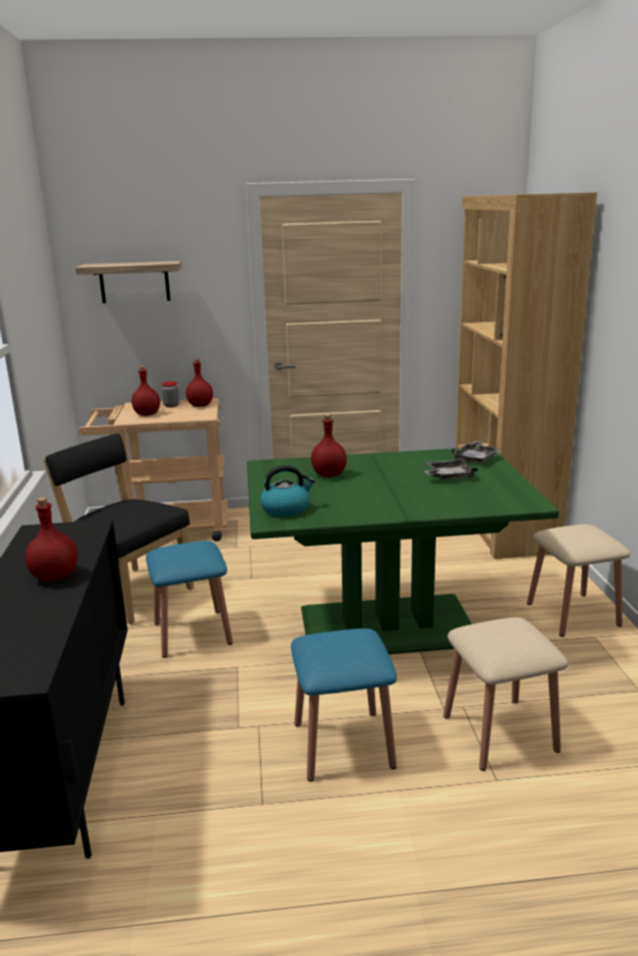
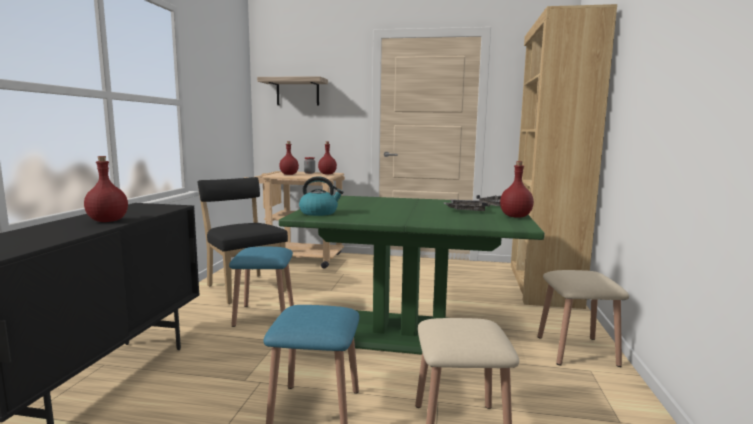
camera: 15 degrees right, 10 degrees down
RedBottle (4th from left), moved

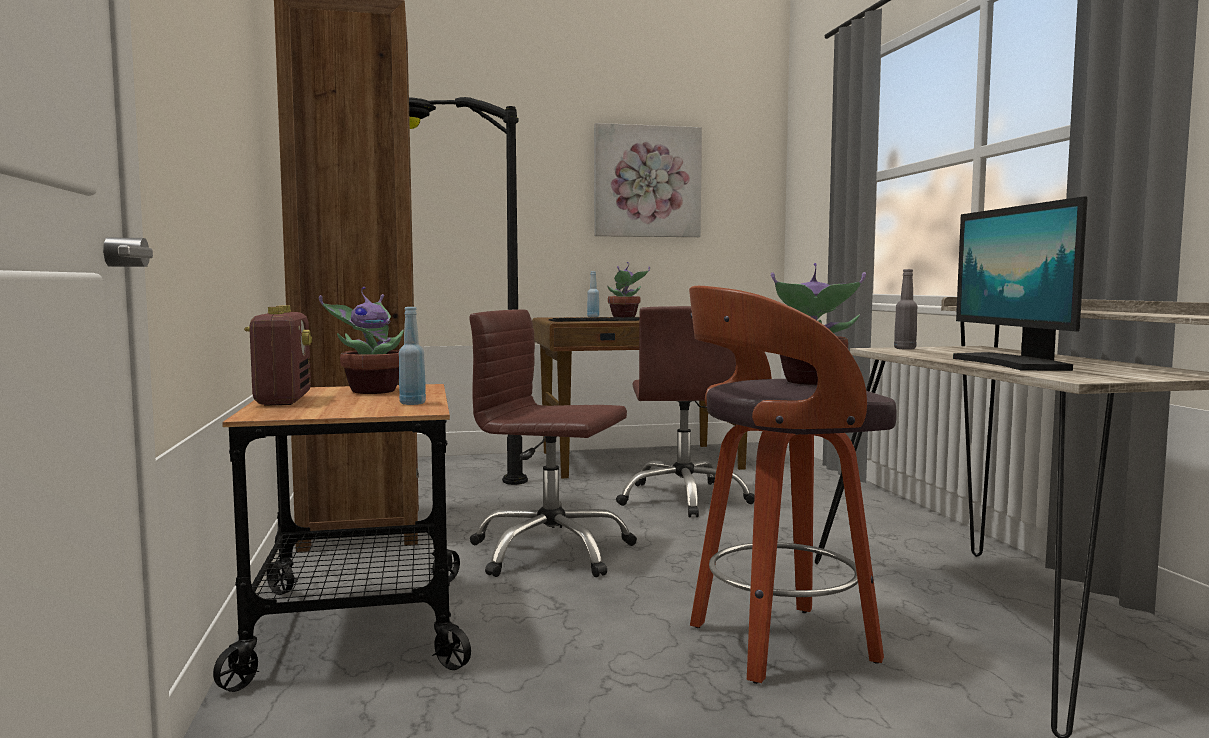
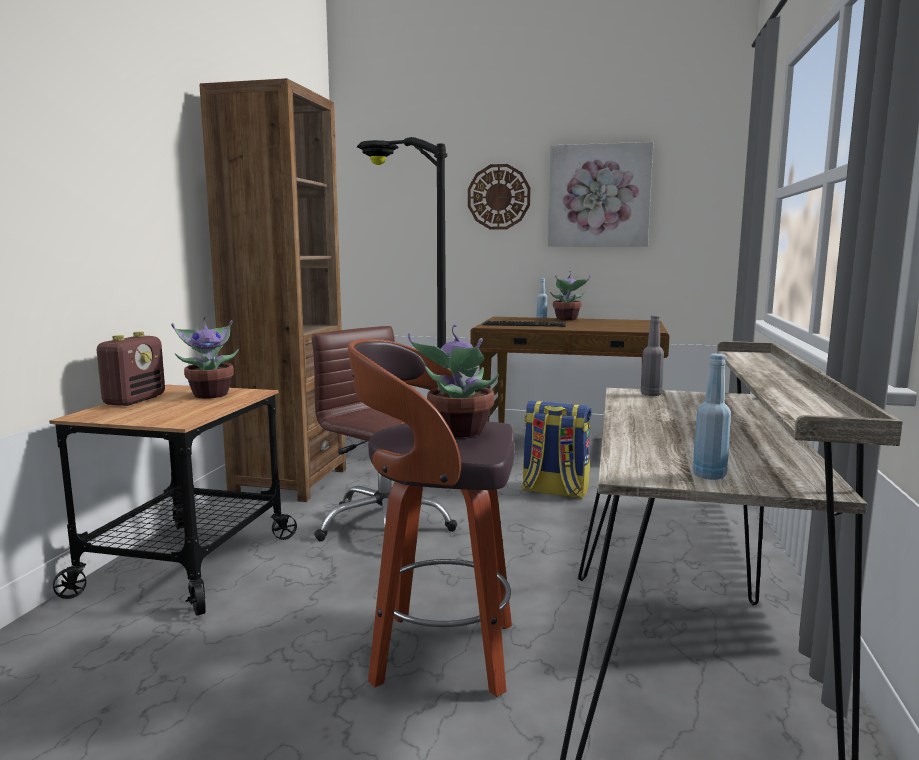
camera: 25 degrees right, 5 degrees up
Monitor => nothing
BrownOfficeChair (2nd from left) => Backpack
BlueBottle (1st from left in the first image) => BlueBottle (2nd from left), moved
nothing => WallClock

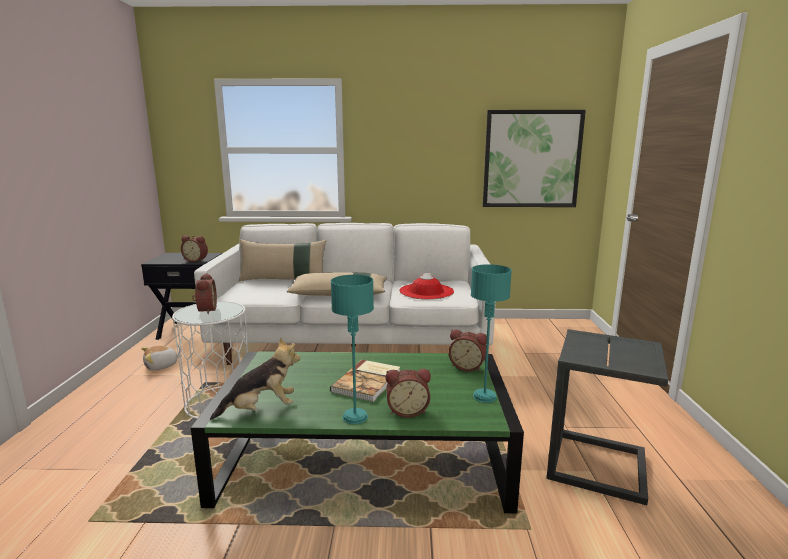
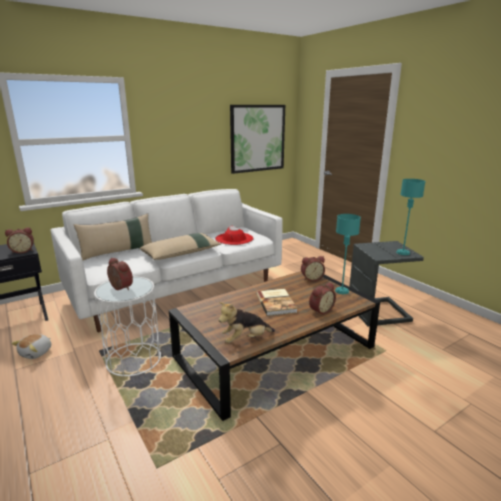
camera: 35 degrees left, 5 degrees up
TurquoiseTableLamp (1st from left in the first image) => TurquoiseTableLamp (2nd from left), moved
PlushToy (2nd from left), 150 degrees counterclockwise
GreenCoffeeTable => BrownCoffeeTable

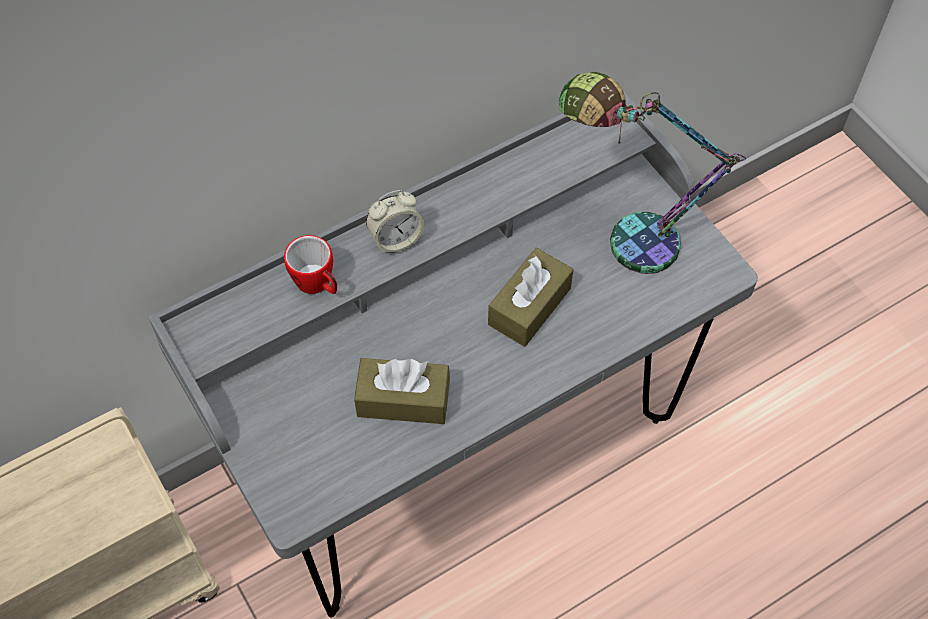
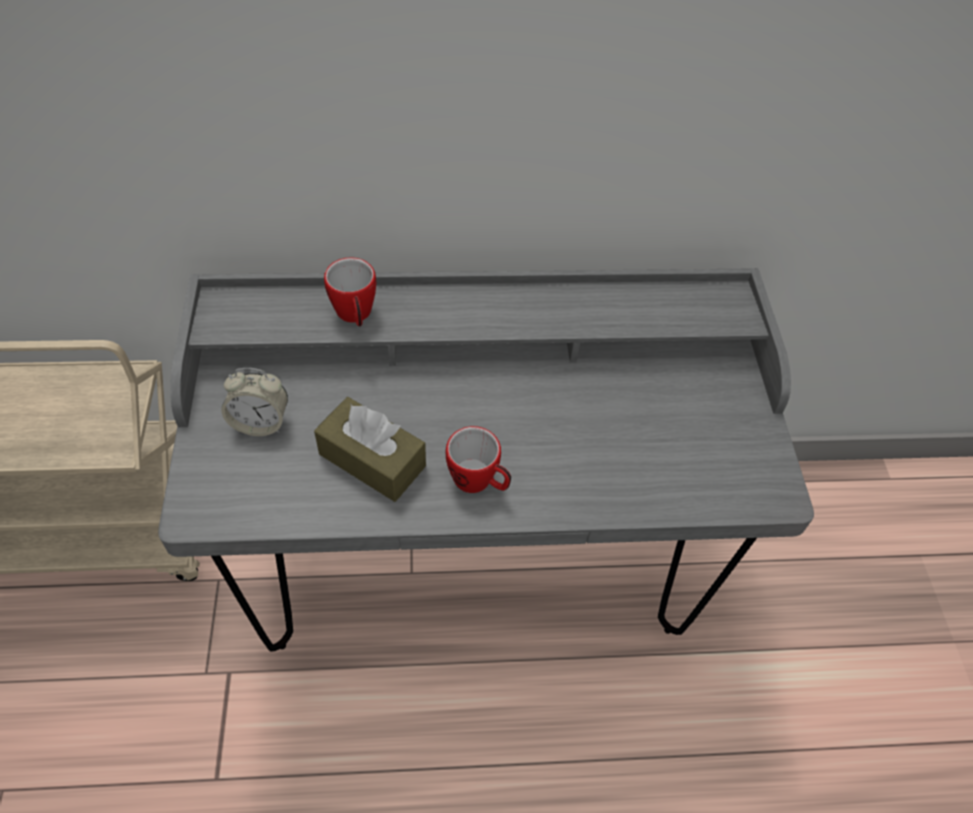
camera: 25 degrees right, 5 degrees down
TableLamp => nothing
AlarmClock, moved
BrownTissueBox (2nd from left) => nothing
nothing => Mug (2nd from left)

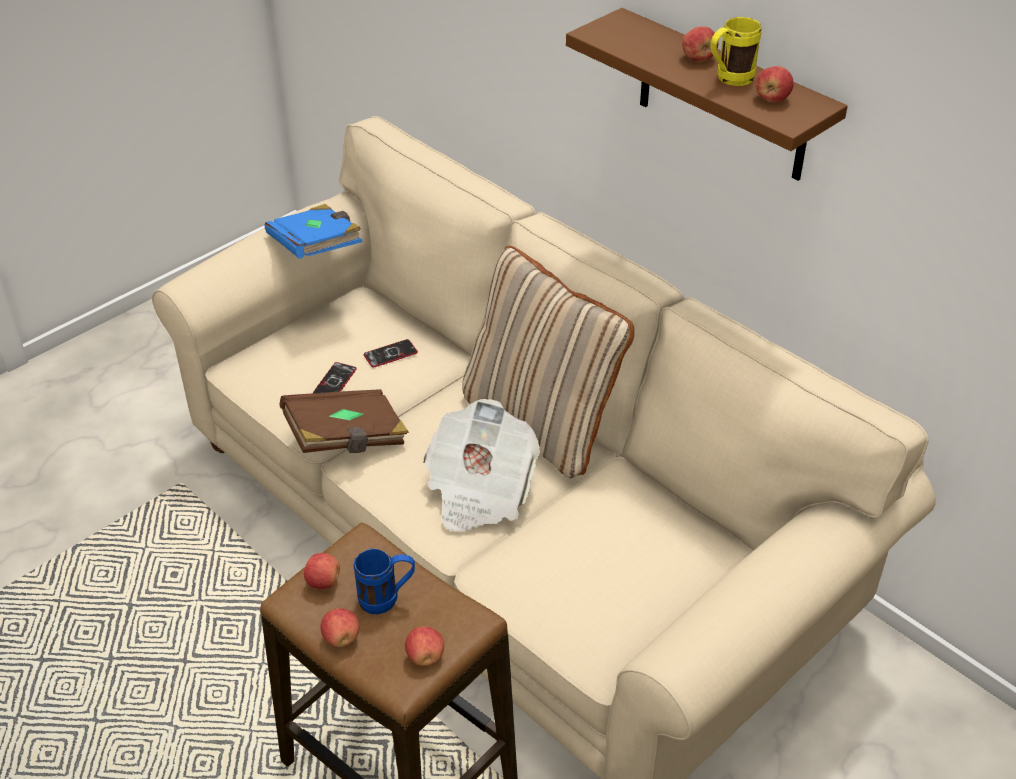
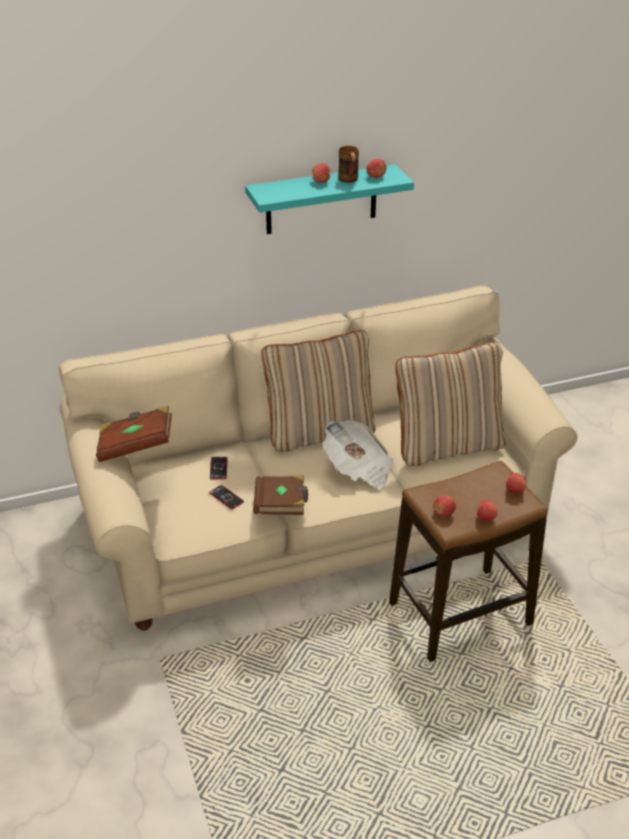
camera: 65 degrees left, 5 degrees down
BrownShelf => TurquoiseShelf
YellowMug => BrownMug
BlueBook => BrownBook (1st from left)
BlueMug => nothing
nothing => BeigePillow (2nd from left)

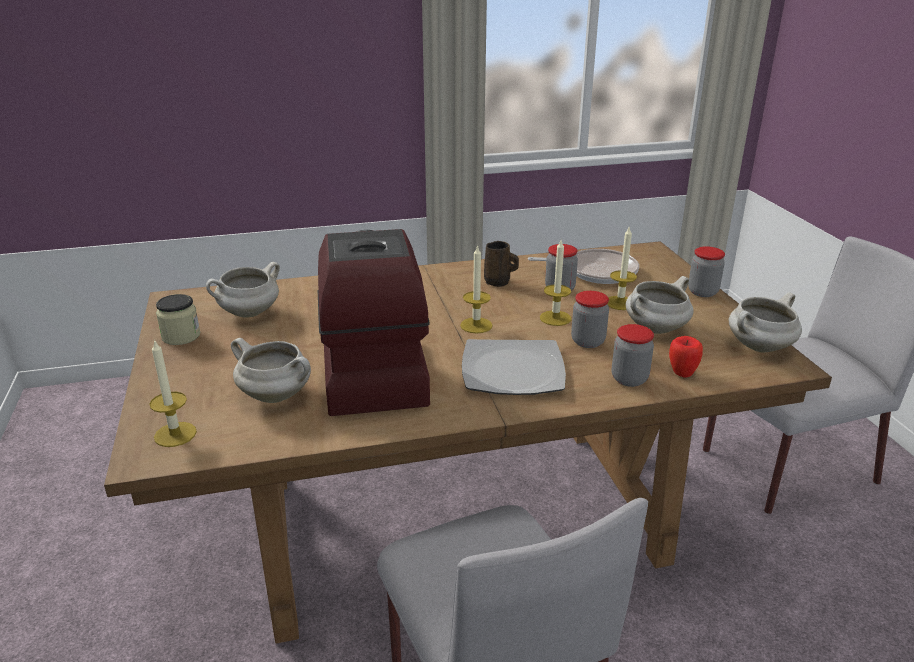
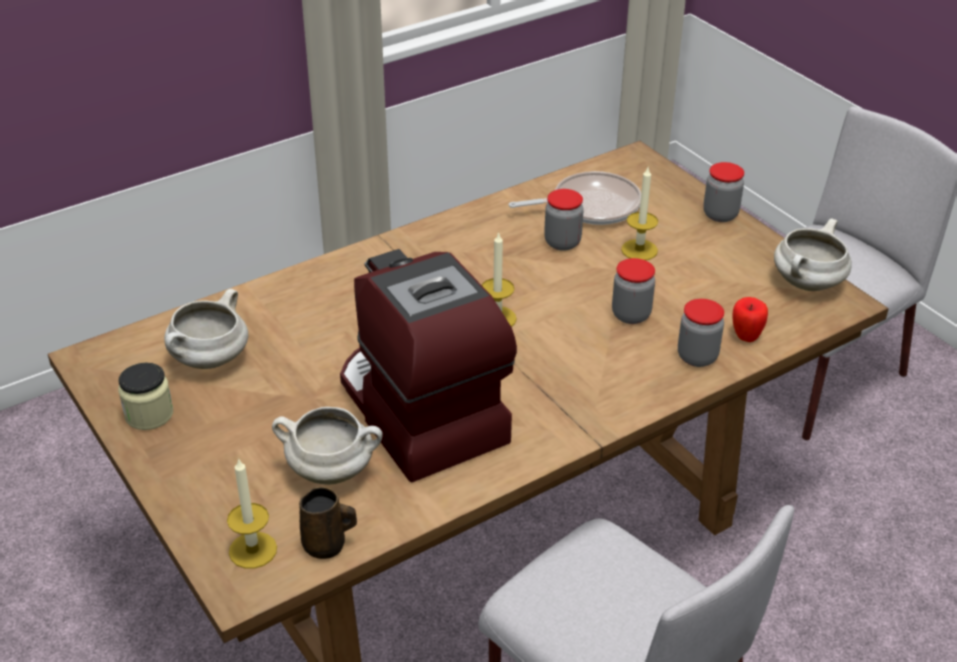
camera: 20 degrees left, 10 degrees up
Candle (3rd from left) => nothing
BrownMug, moved
WhiteCookingPot (3rd from left) => nothing
Plate => nothing

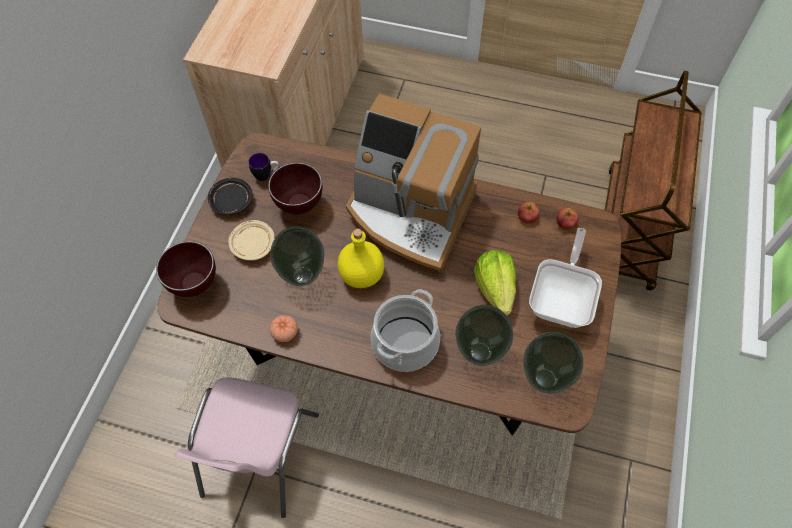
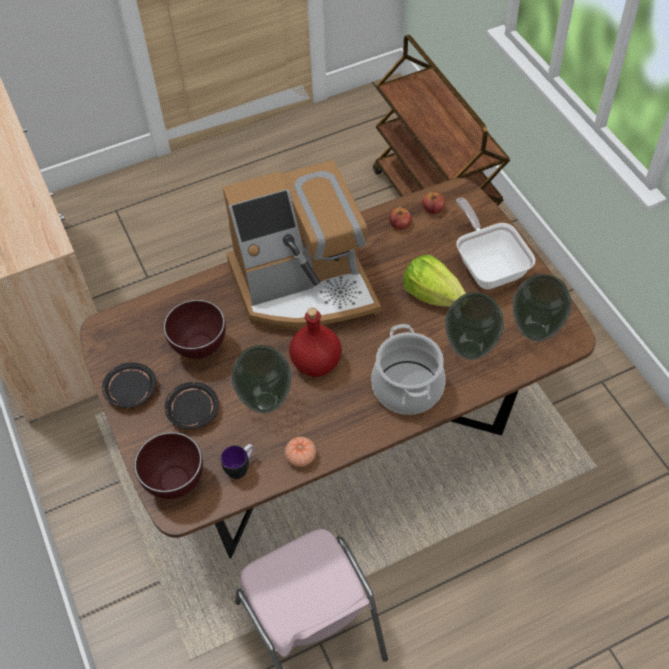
camera: 40 degrees left, 5 degrees down
Mug, moved
BeigePlate => BlackPlate (2nd from left)
YellowBottle => RedBottle

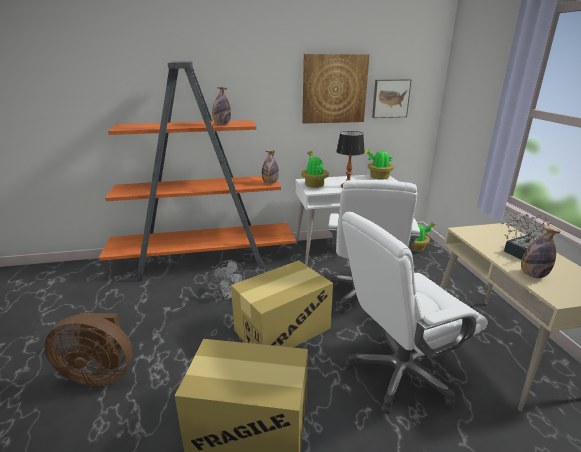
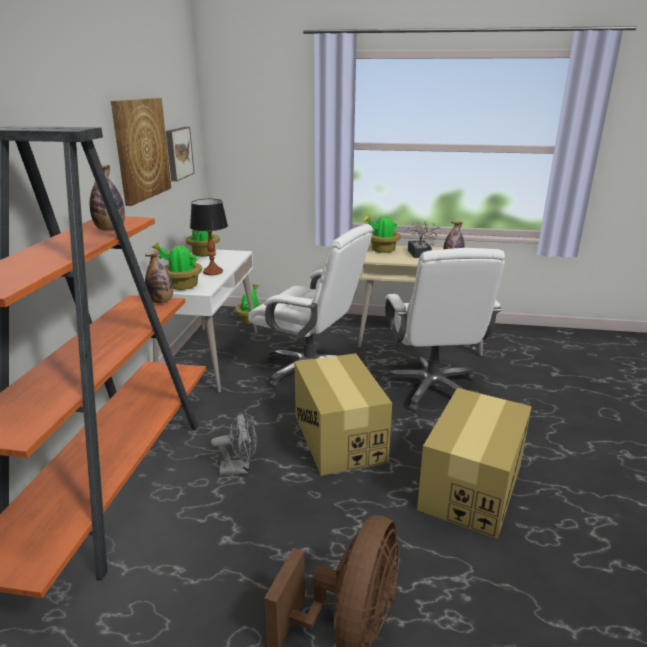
camera: 70 degrees left, 0 degrees up
nothing => PottedPlant (4th from left)

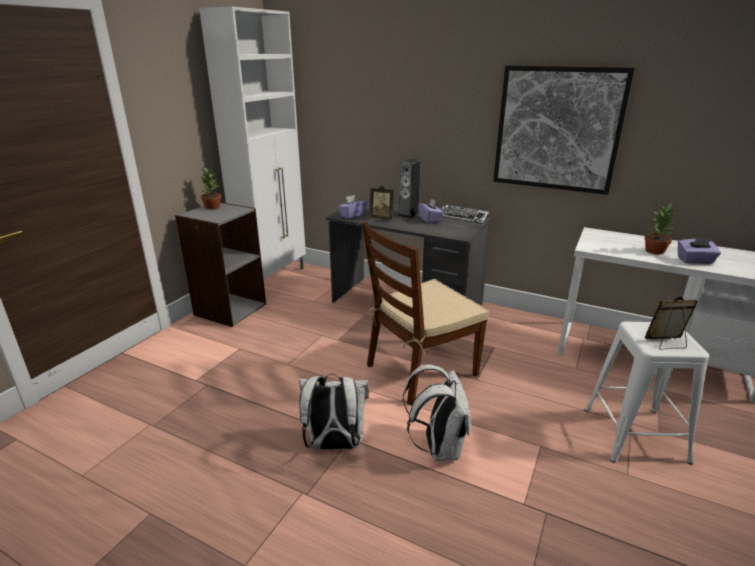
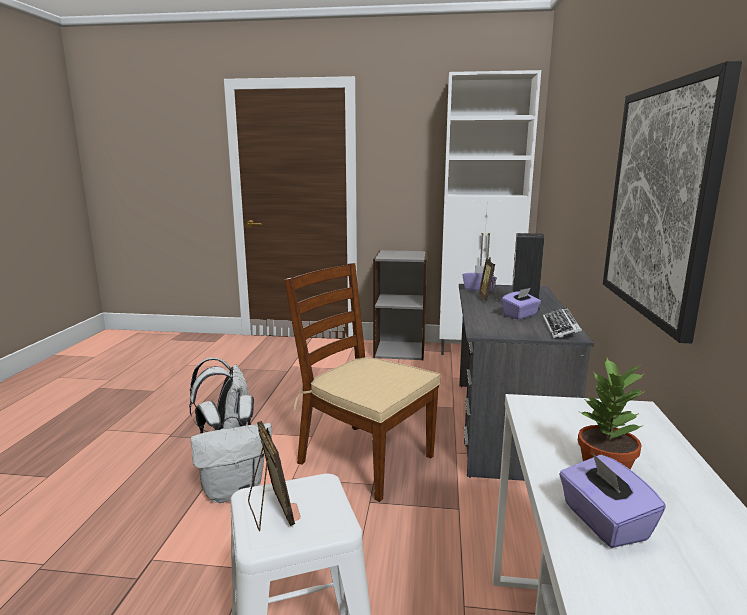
camera: 70 degrees right, 10 degrees down
PottedPlant (1st from left) => nothing

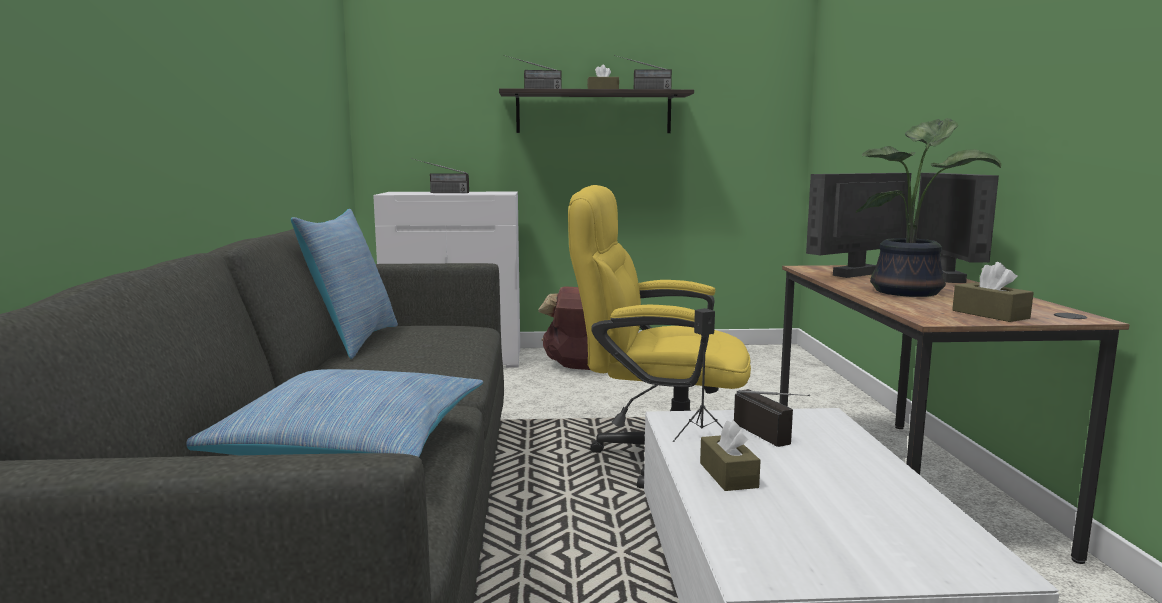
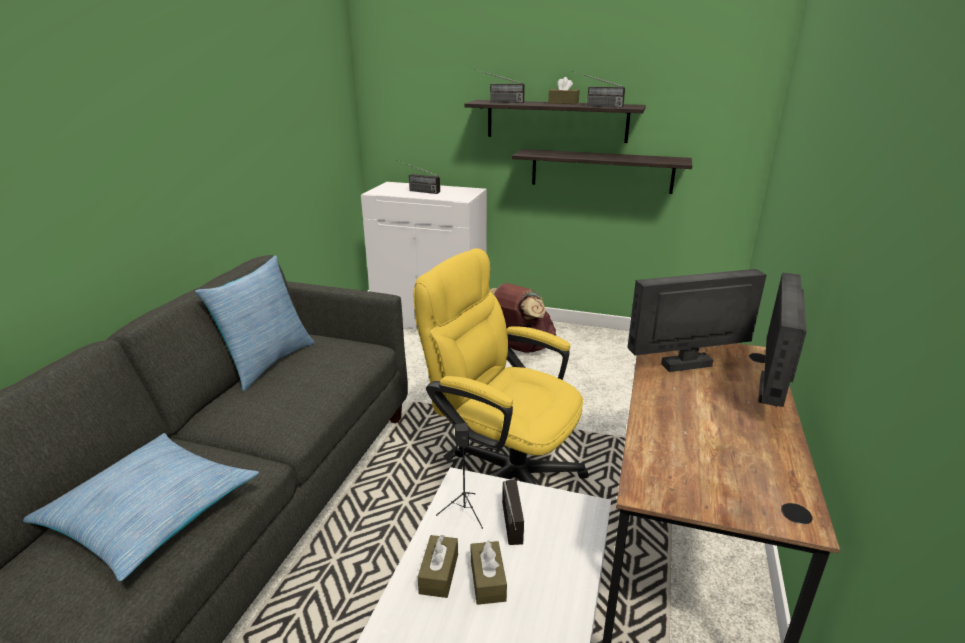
camera: 20 degrees right, 15 degrees up
PottedPlant => nothing
BrownTissueBox (3rd from left in the first image) => BrownTissueBox (2nd from left), moved
nothing => Shelf (2nd from left)

